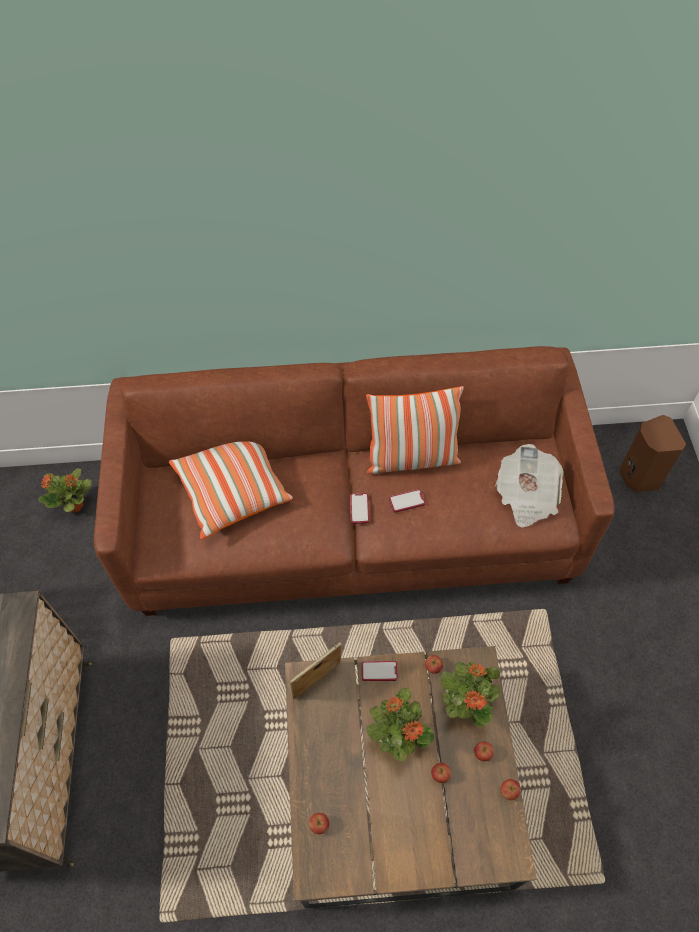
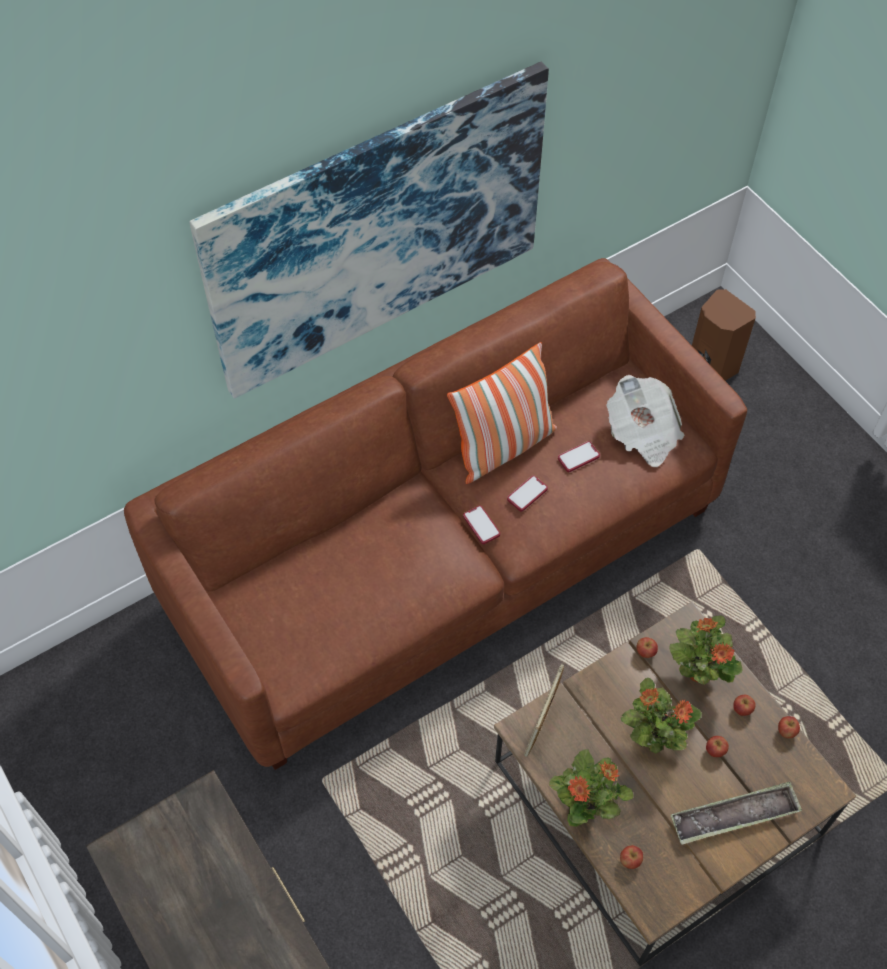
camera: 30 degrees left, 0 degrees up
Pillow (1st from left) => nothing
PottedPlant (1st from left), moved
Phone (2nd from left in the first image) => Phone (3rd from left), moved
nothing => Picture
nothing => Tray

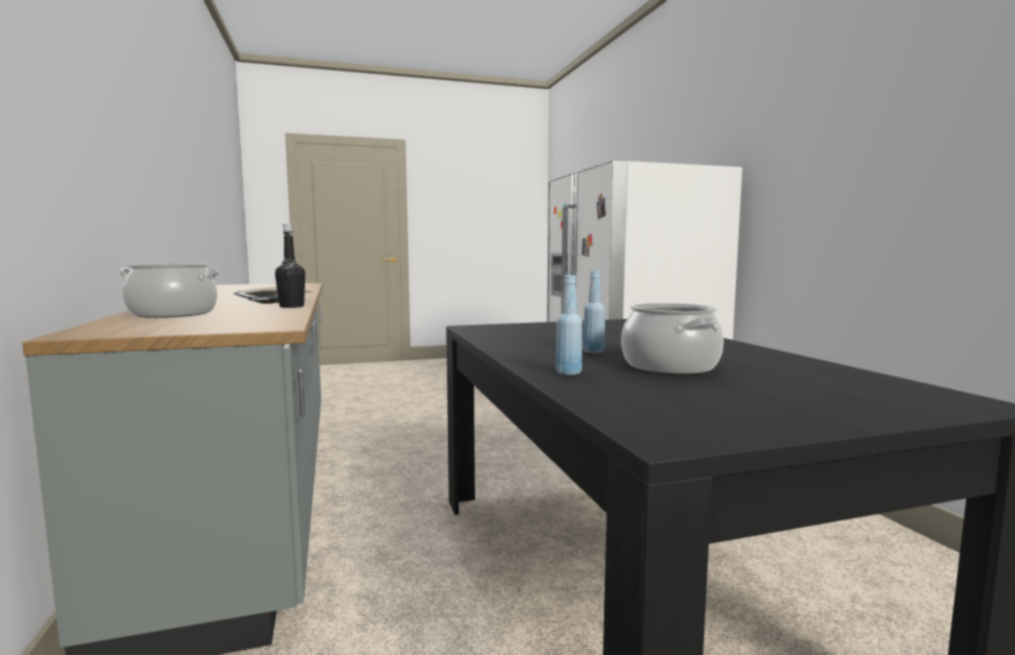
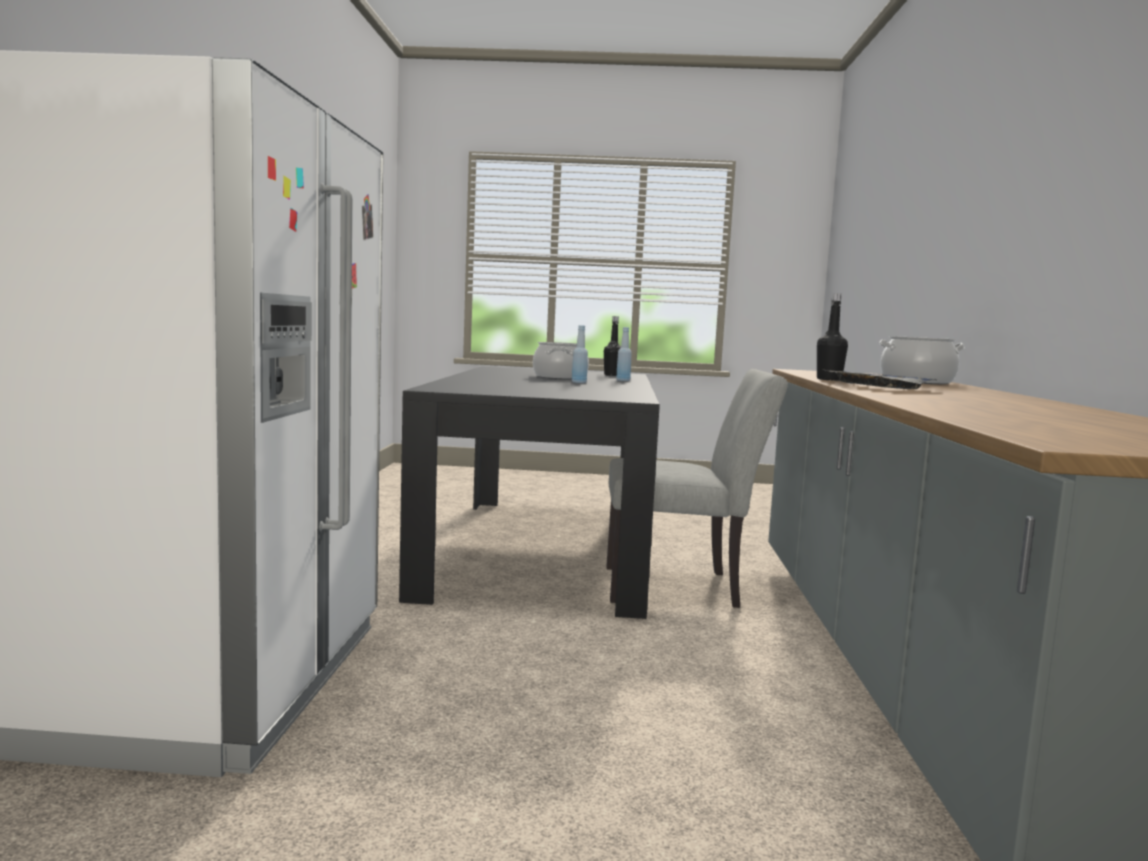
camera: 160 degrees left, 0 degrees up
nothing => BlackBottle (1st from left)
nothing => GreyChair

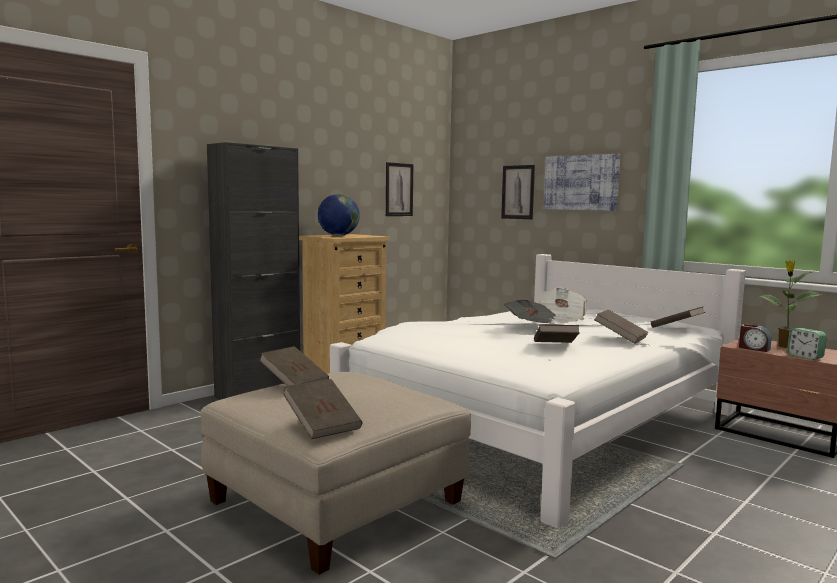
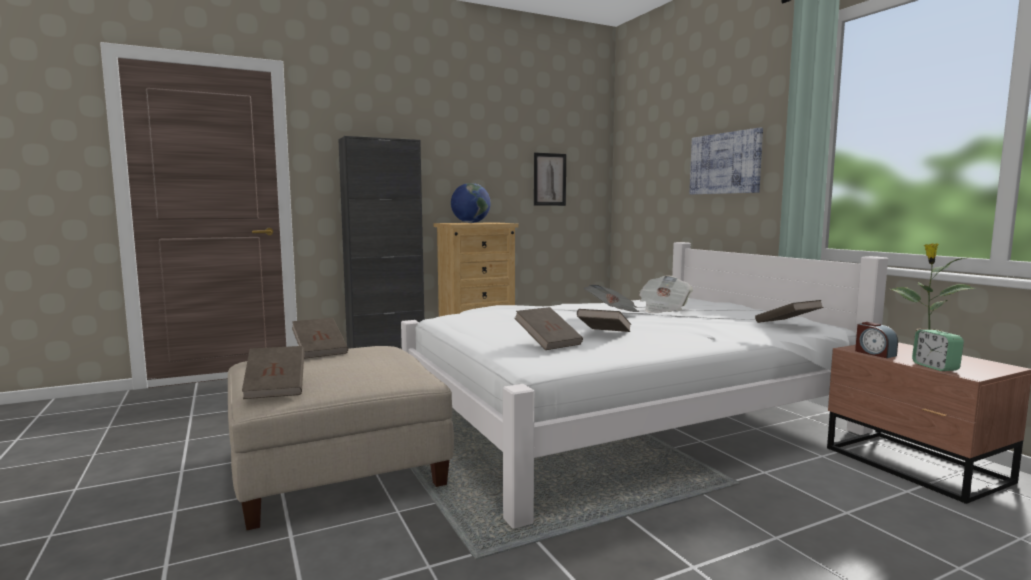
camera: 20 degrees right, 0 degrees up
Picture (2nd from left) => nothing
BrownBook (4th from left in the first image) => BrownBook (3rd from left), moved

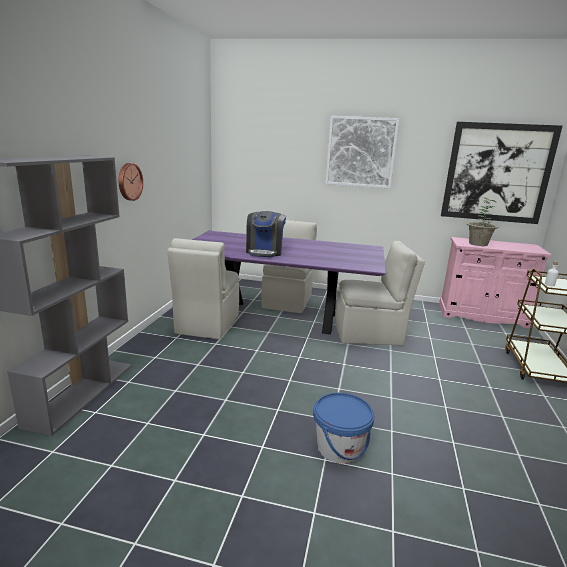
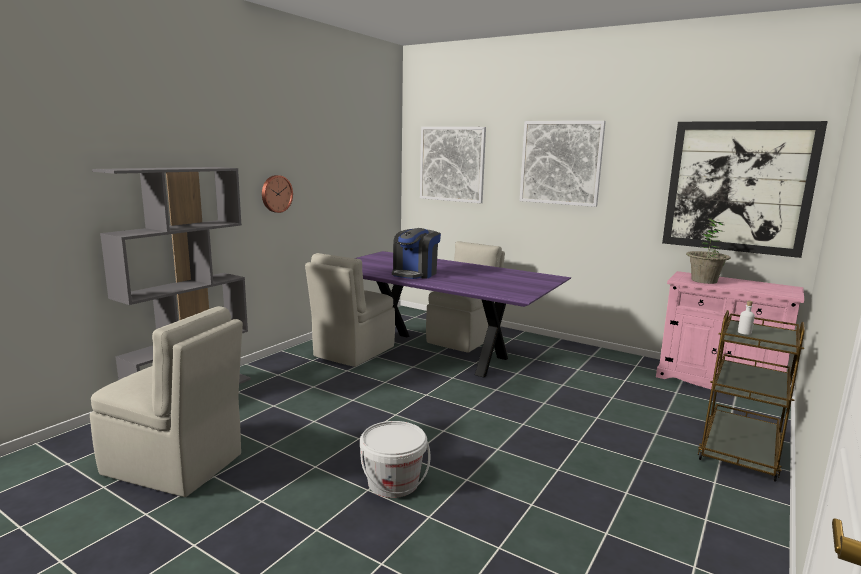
camera: 20 degrees right, 5 degrees down
BeigeChair (3rd from left in the first image) => BeigeChair (1st from left), moved
BlueBucket => WhiteBucket
nothing => Picture (1st from left)

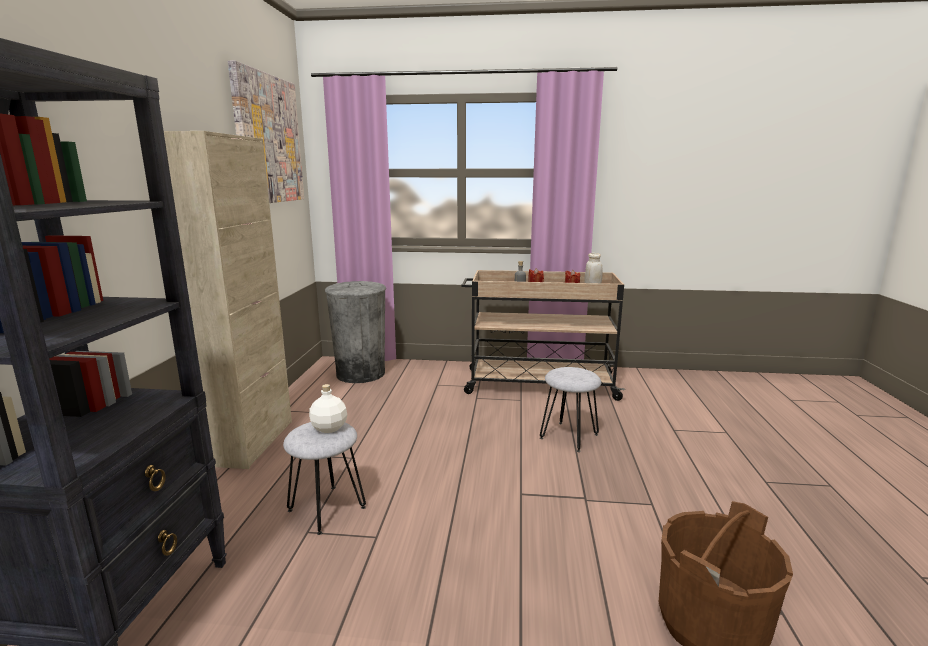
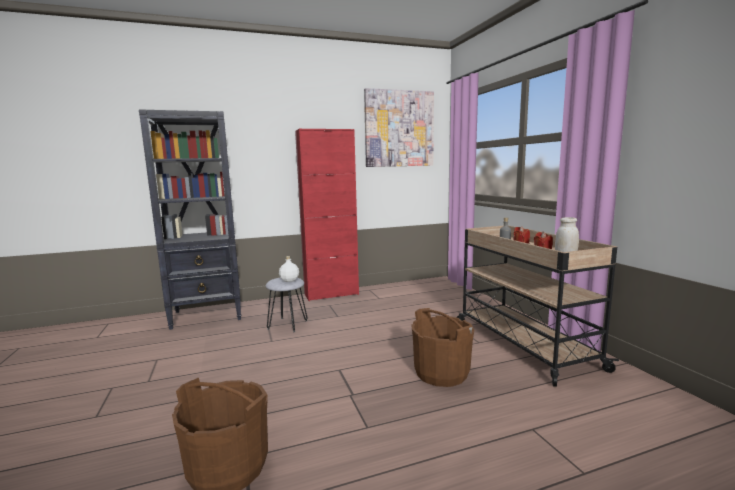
camera: 65 degrees right, 5 degrees down
BeigeCabinet => RedCabinet
GreyTrashCan => nothing
GreyStool (2nd from left) => BrownBucket (2nd from left)

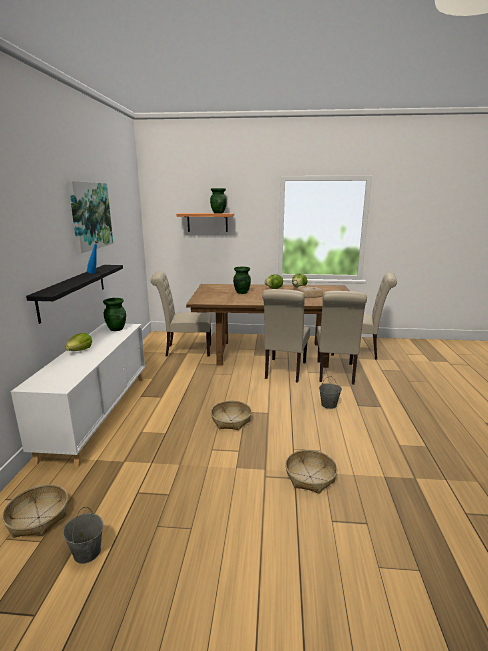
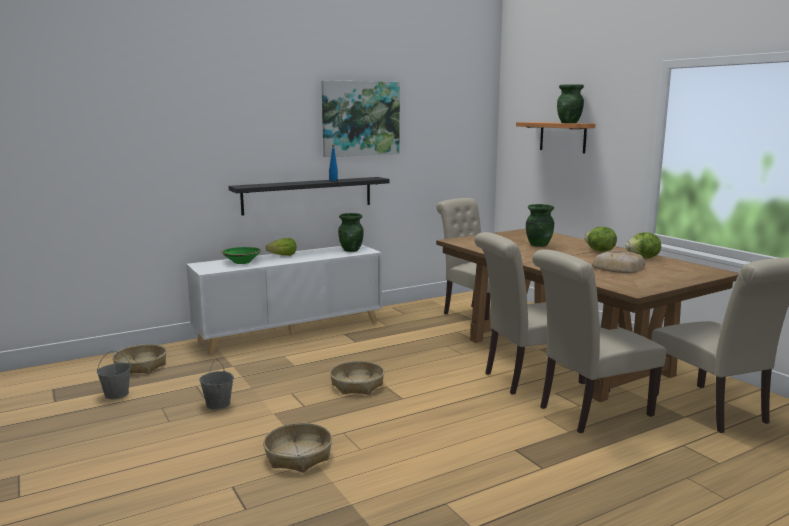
camera: 55 degrees right, 5 degrees down
GreyBucket (2nd from left), moved
nothing => GreenBowl

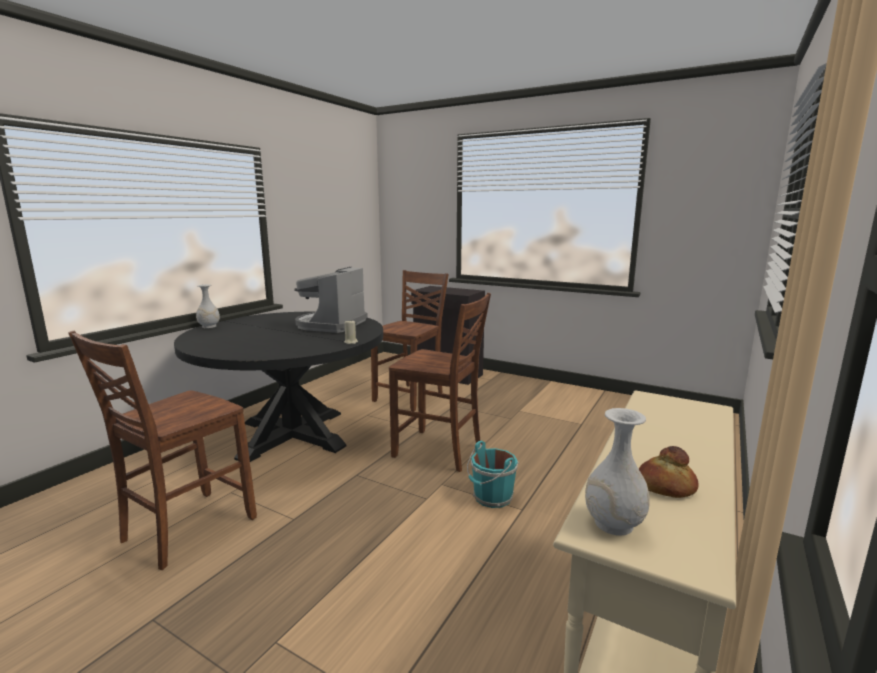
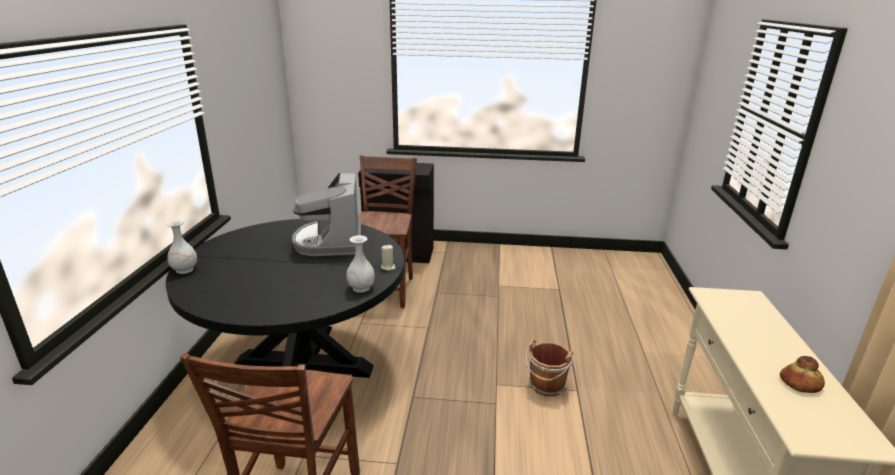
camera: 25 degrees left, 10 degrees up
BrownChair (3rd from left) => nothing
WhiteVase (2nd from left), moved
TurquoiseBucket => BrownBucket

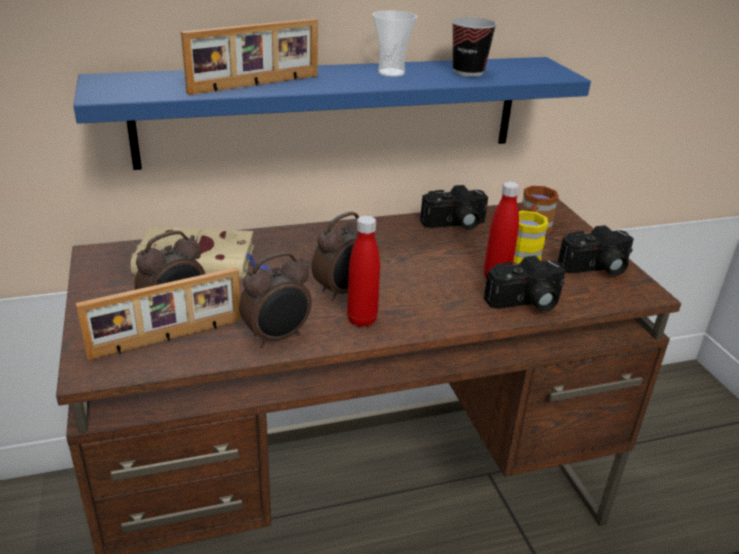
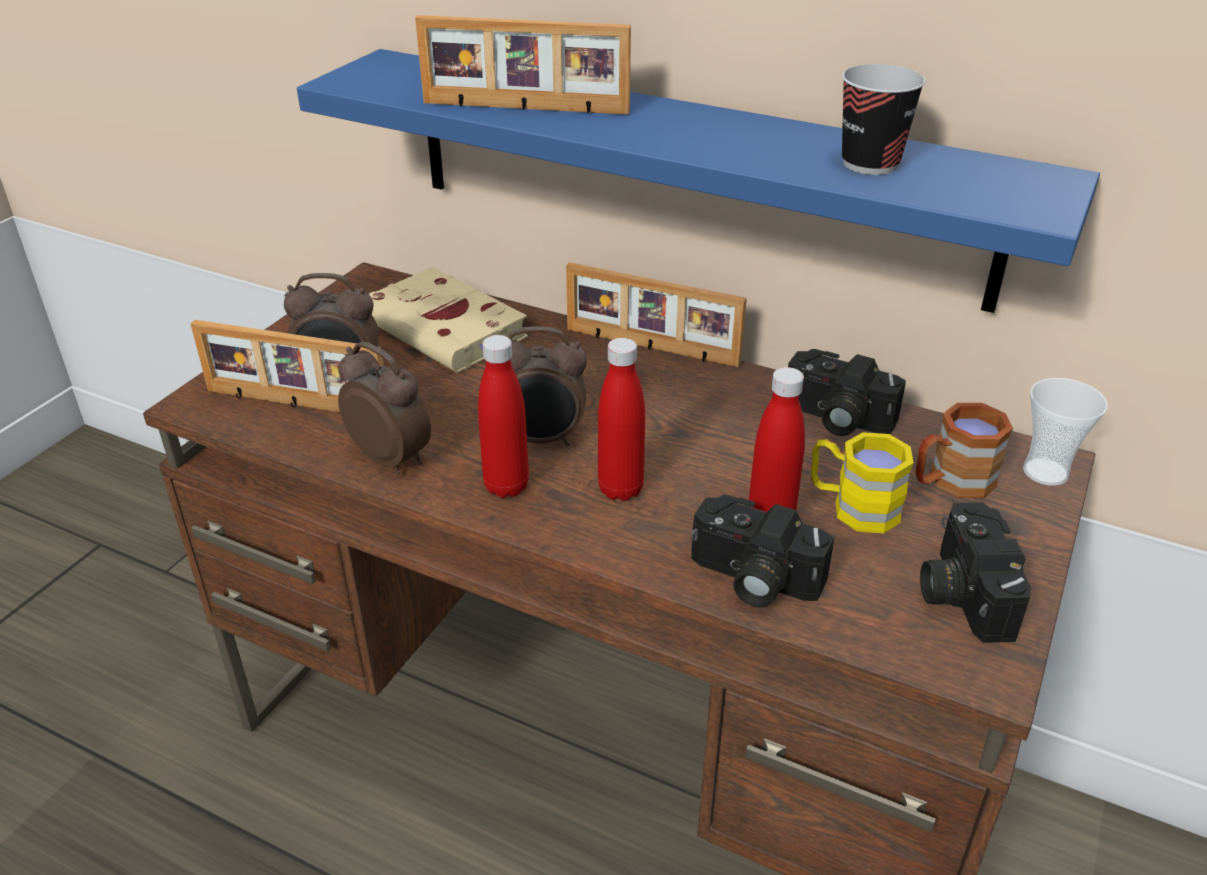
camera: 45 degrees right, 5 degrees up
Cup (1st from left in the first image) => Cup (2nd from left), moved
PhotoCamera (3rd from left), 60 degrees clockwise
AlarmClock (2nd from left), 150 degrees counterclockwise
nothing => PictureFrame (3rd from left)
nothing => RedBottle (2nd from left)

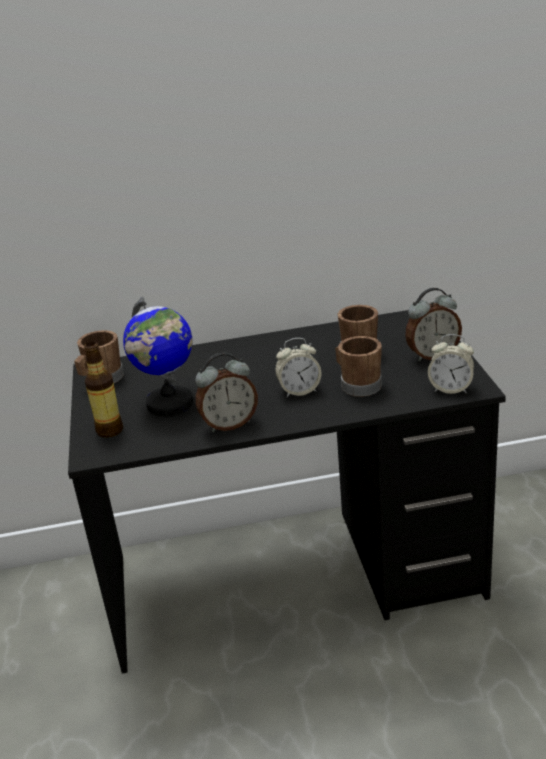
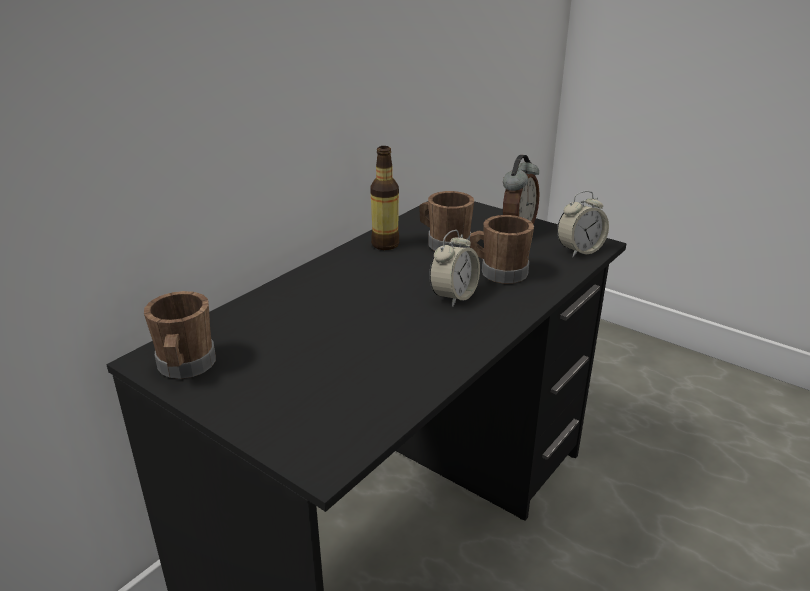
camera: 45 degrees left, 0 degrees up
Globe => nothing
Bottle, moved
AlarmClock (1st from left) => nothing

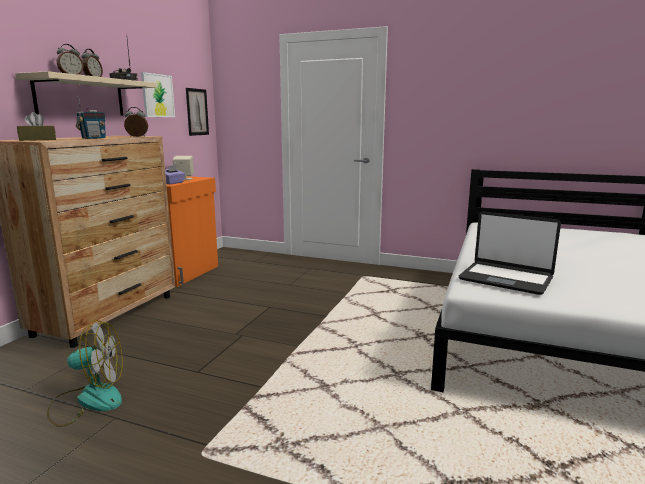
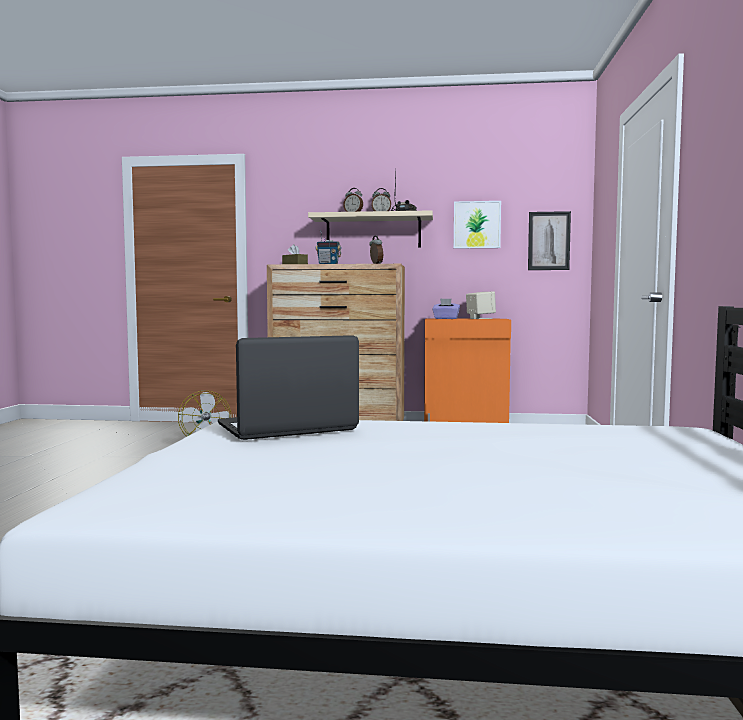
camera: 75 degrees right, 10 degrees down
Laptop, 45 degrees clockwise

